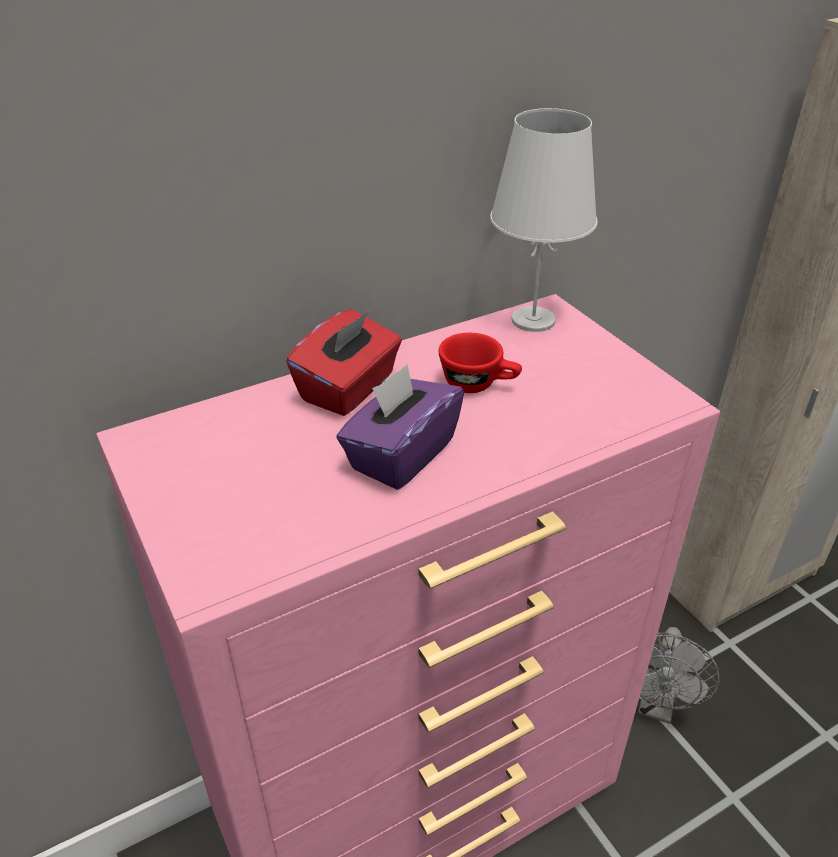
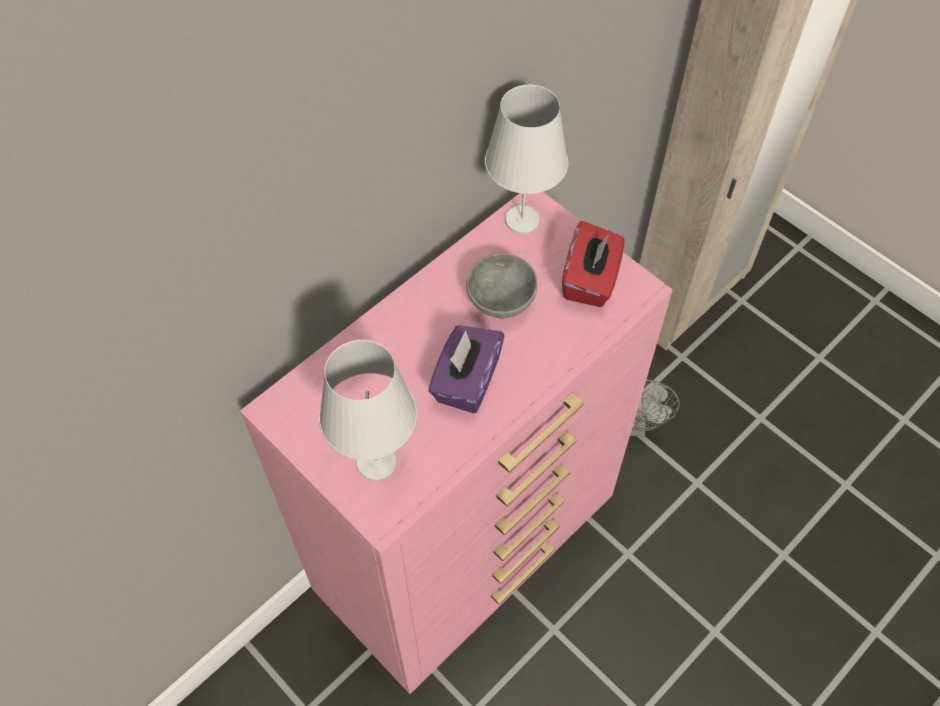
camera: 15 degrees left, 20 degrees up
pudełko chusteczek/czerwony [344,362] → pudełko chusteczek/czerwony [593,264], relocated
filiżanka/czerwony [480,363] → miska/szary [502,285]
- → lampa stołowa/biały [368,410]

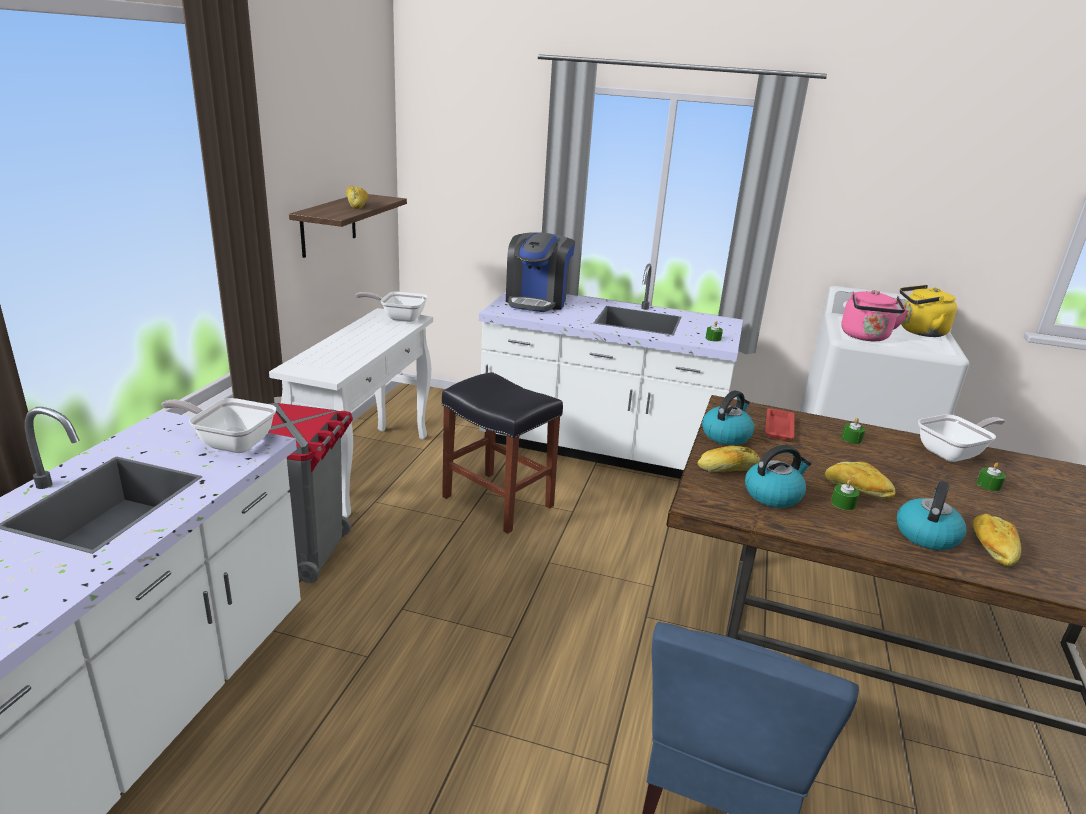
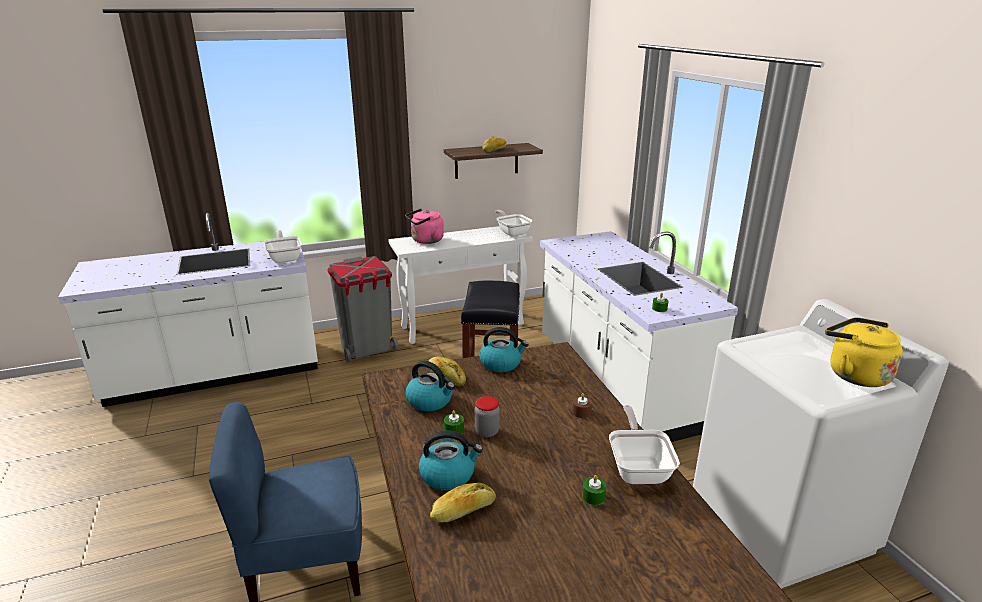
camera: 55 degrees right, 0 degrees up
ekspres do kawy [540,272] → -
taca/czerwony [780,424] → -
chleb [860,480] → słoik [487,417]
czajnik/różowy [875,315] → czajnik/różowy [424,226], relocated
świeca/zielony [853,431] → świeca/brązowy [582,405]
patelnia [961,438] → patelnia [644,444], 120 degrees counterclockwise

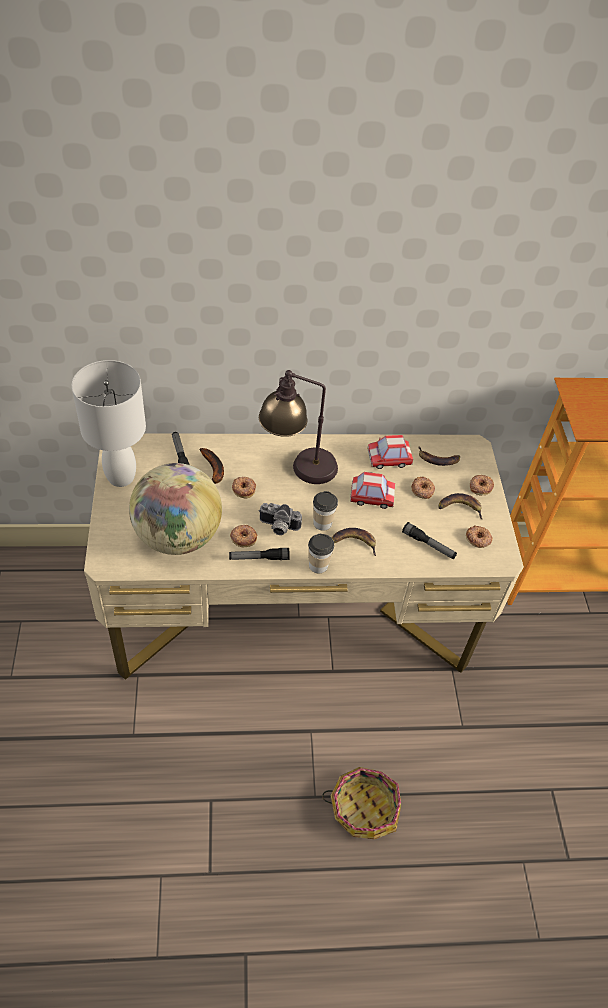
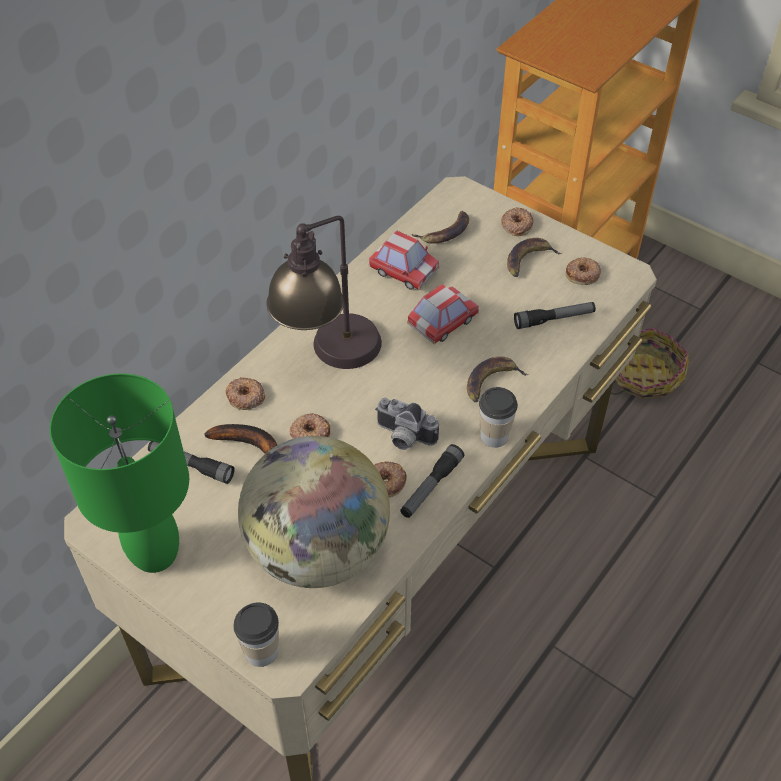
camera: 45 degrees left, 0 degrees up
lampa stołowa/biały [109,423] → lampa stołowa/zielony [119,473]
aparat fotograficzny [280,519] → aparat fotograficzny [407,424], 60 degrees clockwise
filiżanka [325,511] → filiżanka [256,635], relocated
koszyk [361,803] → koszyk [650,363], relocated
samochodzik [390,452] → samochodzik [404,260], 90 degrees counterclockwise
donut [423,488] → donut [245,393], relocated

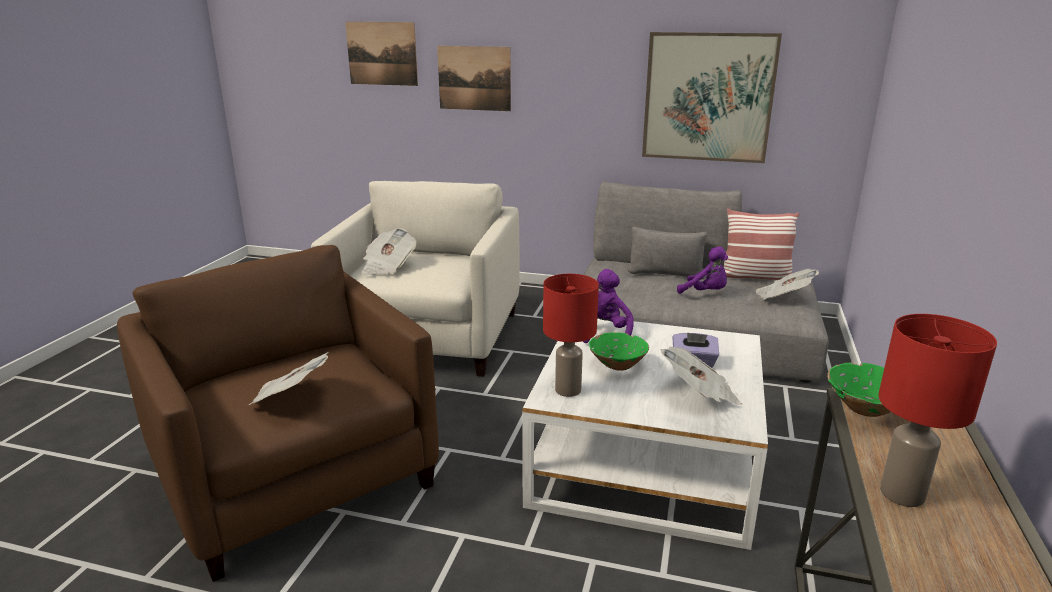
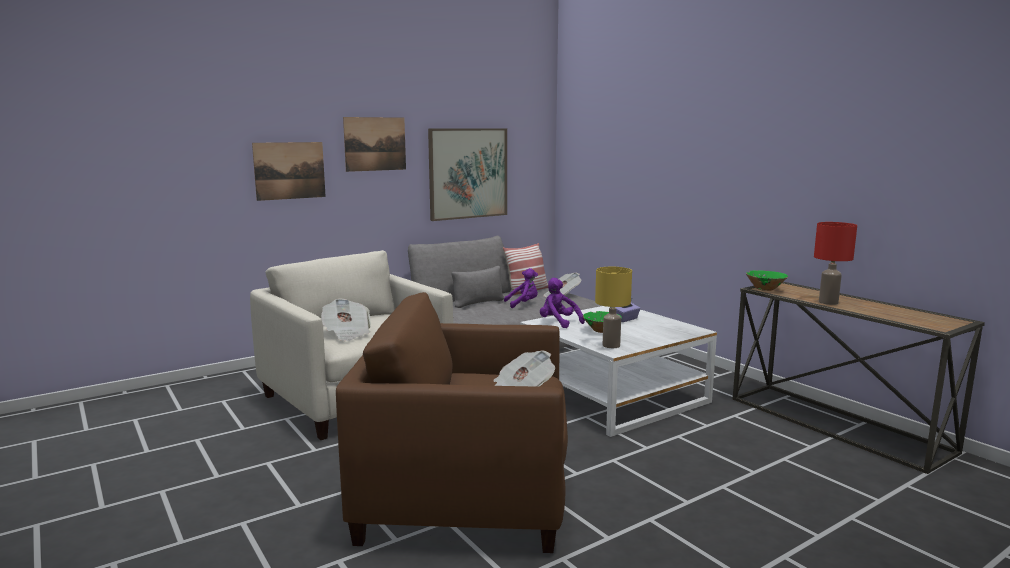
camera: 50 degrees left, 10 degrees down
obraz [381,54] → obraz [374,144], relocated
lampa stołowa/czerwony [571,335] → lampa stołowa/żółty [613,307]
gazeta [701,376] → -

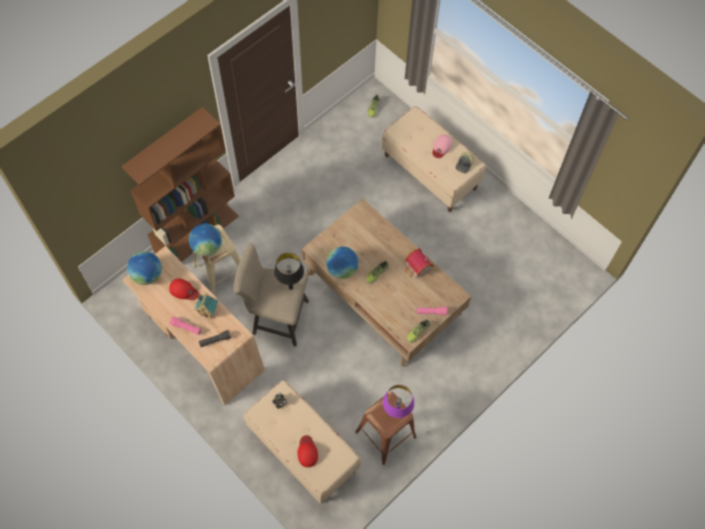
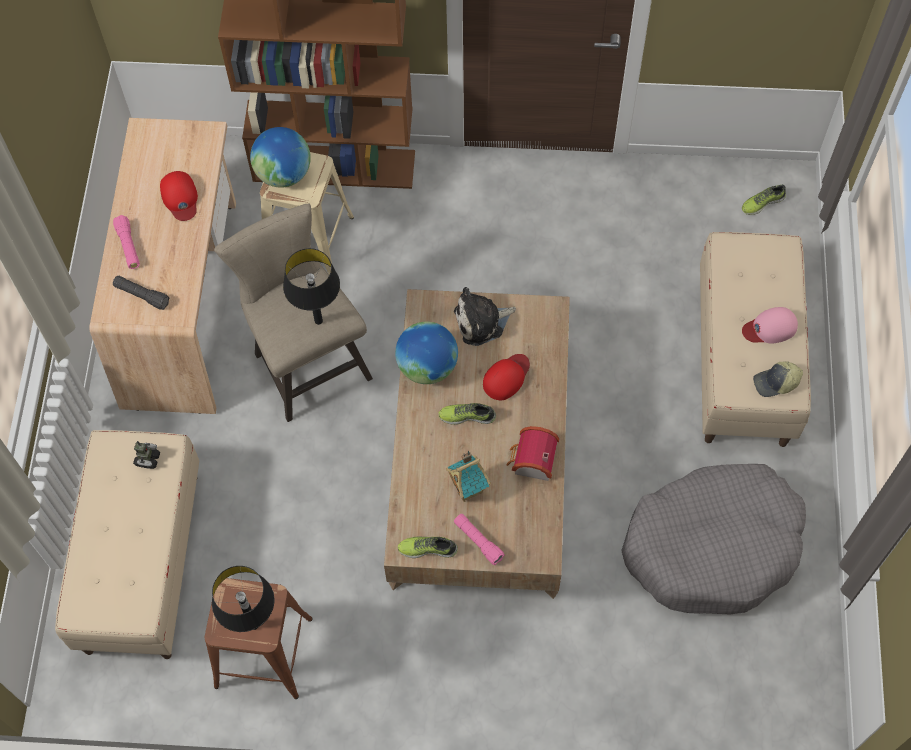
camera: 50 degrees right, 0 degrees up
globus [144,268] → -
domek [206,305] → domek [468,476], relocated
czapka z daszkiem/czerwony [307,451] → czapka z daszkiem/czerwony [506,377], relocated
lampa stołowa/fioletowy [398,401] → lampa stołowa/czarny [243,599]
- → pluszak [485,316]
- → legowisko/szary [713,539]

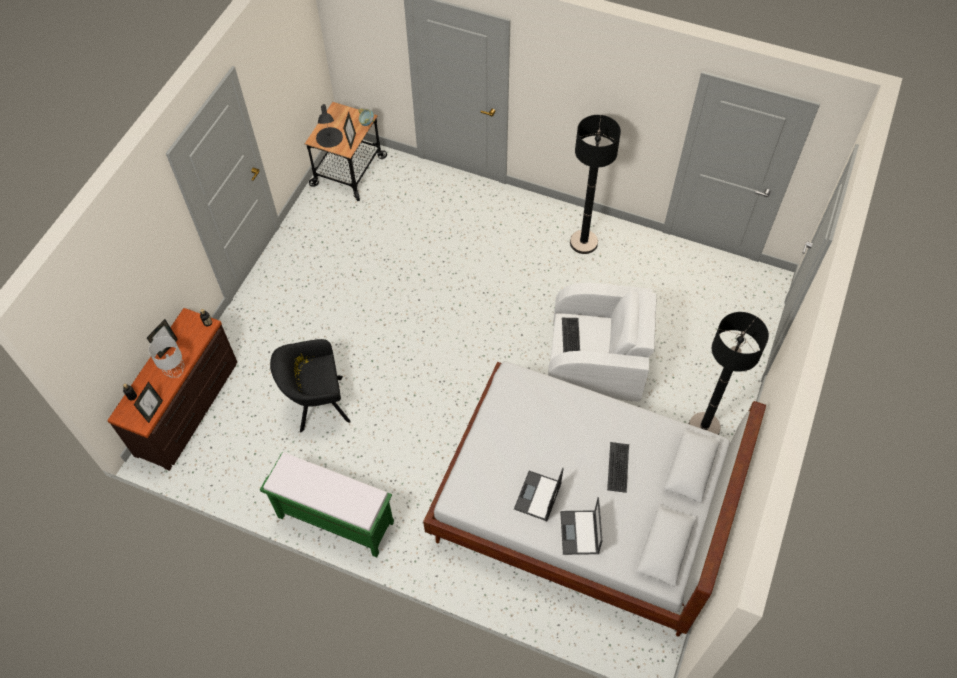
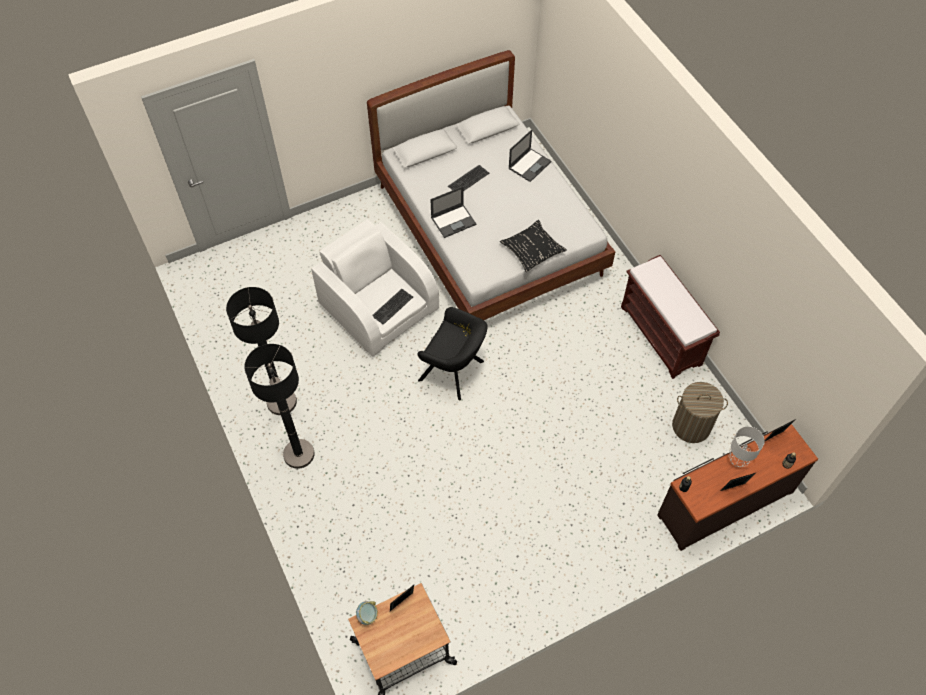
camera: 140 degrees left, 0 degrees up
ławka/zielony [327,504] → ławka/brązowy [670,317]
fotel/czarny [310,385] → fotel/czarny [452,353], relocated
lampa stołowa/czarny [329,126] → -
laptop [538,494] → laptop [453,212], relocated
lampa stojąca/czarny [729,373] → lampa stojąca/czarny [280,406], relocated
- → poduszka/czarny [533,246]
- → kosz na pranie [700,412]

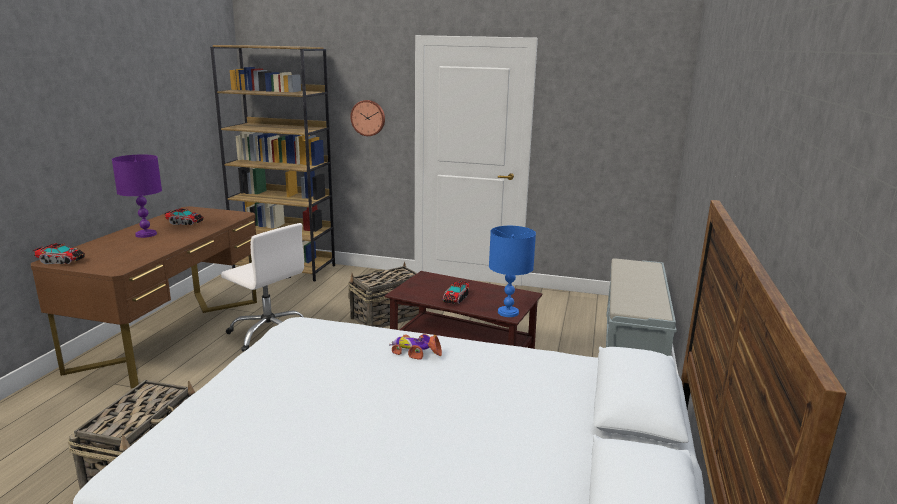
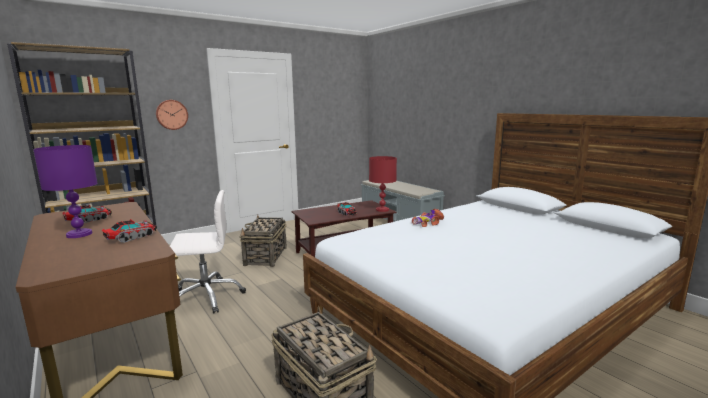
camera: 50 degrees left, 5 degrees down
ciężarówka zabawkowa [59,253] → ciężarówka zabawkowa [129,231], relocated
lampa stołowa/niebieski [512,271] → lampa stołowa/czerwony [383,184]

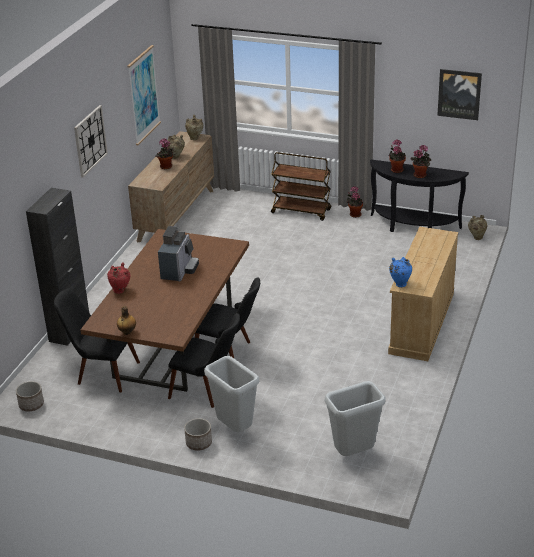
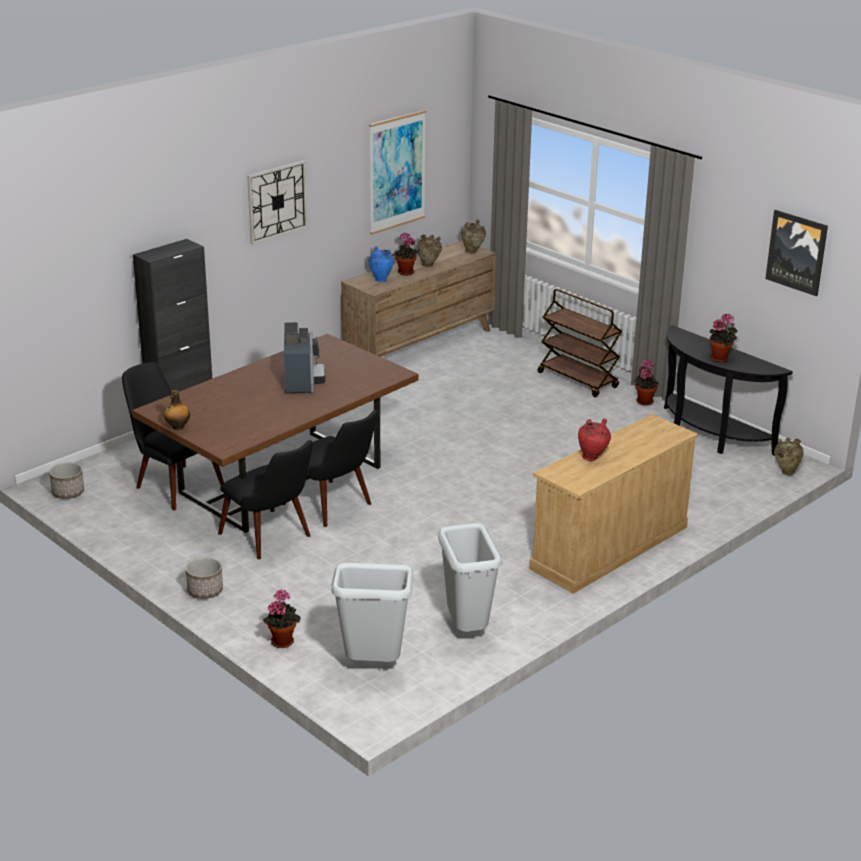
camera: 25 degrees right, 5 degrees down
wazon/czerwony [118,278] → wazon/czerwony [594,439], relocated
ekspres do kawy [178,254] → ekspres do kawy [304,357], 45 degrees counterclockwise
kosz na śmieci/szary [231,394] → kosz na śmieci/szary [470,577], relocated
roślina doniczkowa [397,156] → roślina doniczkowa [282,618], relocated
wazon/niebieski [400,272] → wazon/niebieski [381,264], relocated

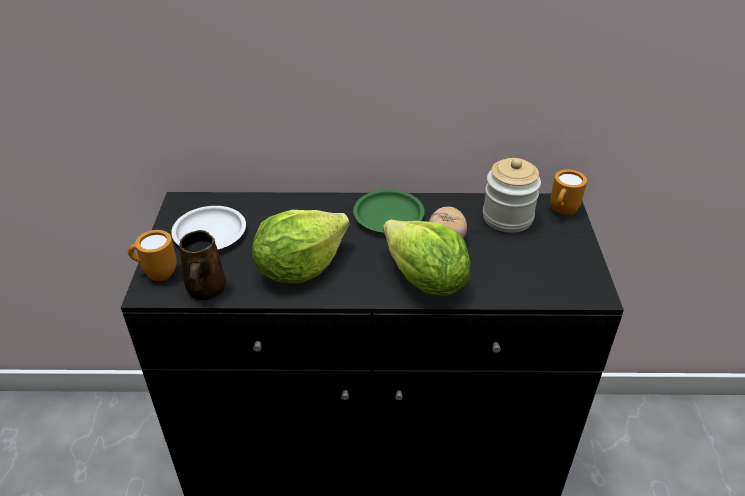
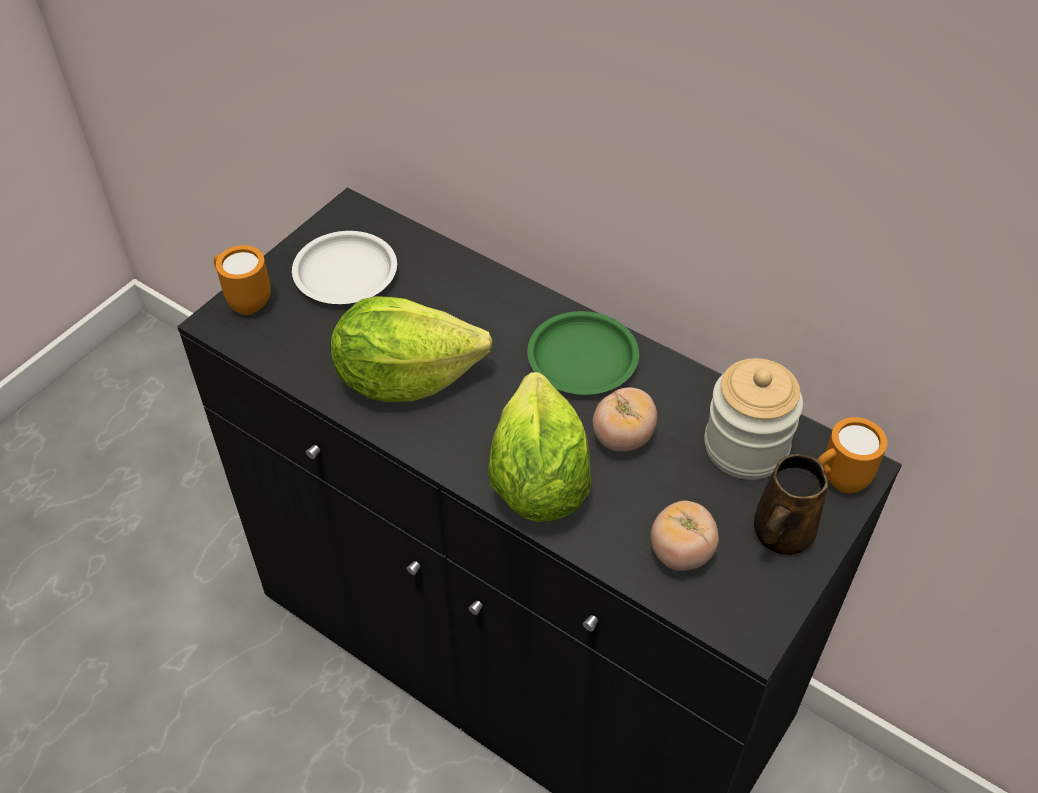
camera: 35 degrees right, 10 degrees up
kubek/brązowy [203,265] → kubek/brązowy [791,504], relocated
- → pomidor [685,536]

